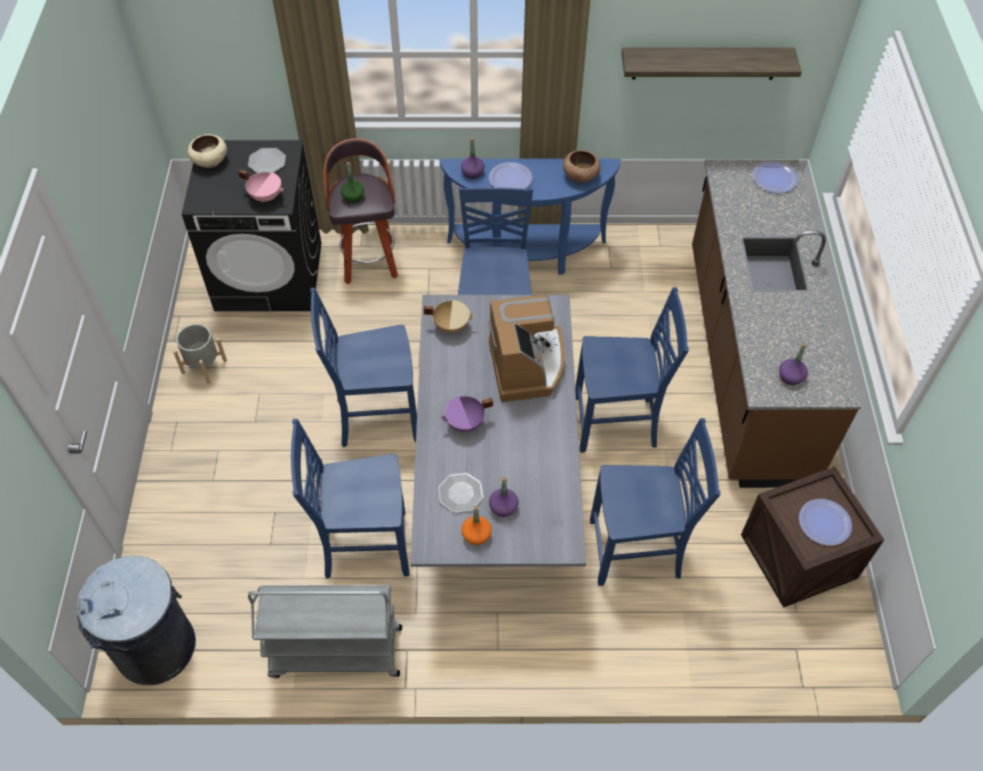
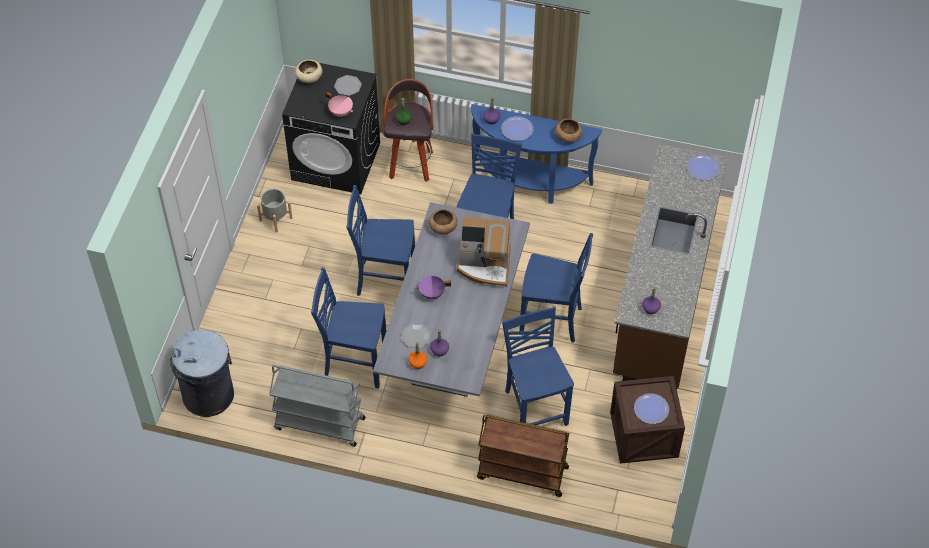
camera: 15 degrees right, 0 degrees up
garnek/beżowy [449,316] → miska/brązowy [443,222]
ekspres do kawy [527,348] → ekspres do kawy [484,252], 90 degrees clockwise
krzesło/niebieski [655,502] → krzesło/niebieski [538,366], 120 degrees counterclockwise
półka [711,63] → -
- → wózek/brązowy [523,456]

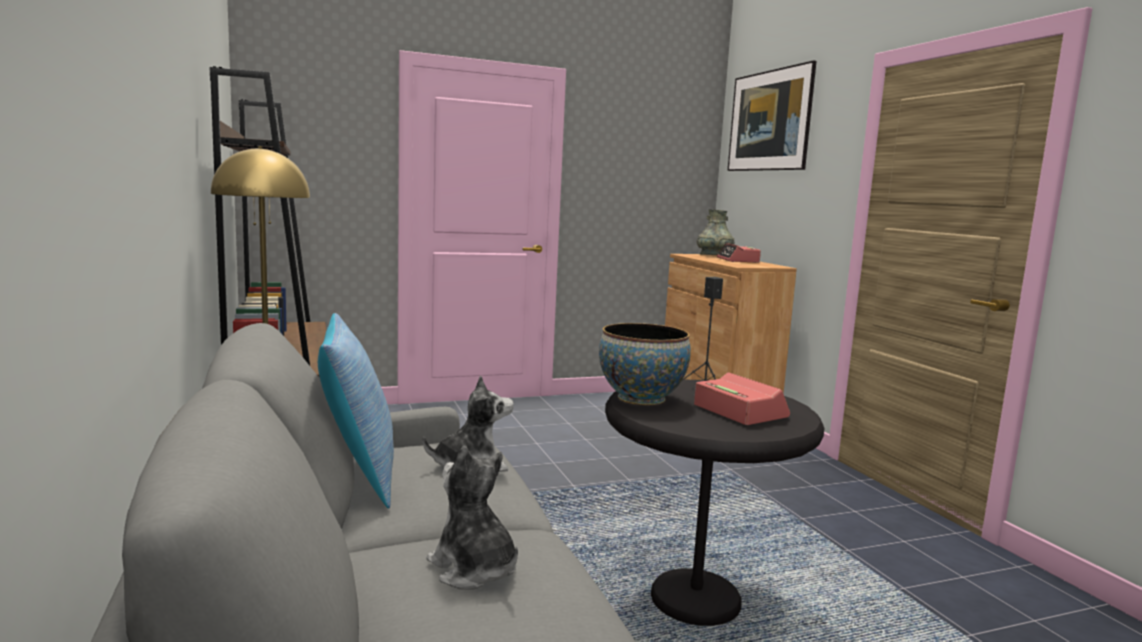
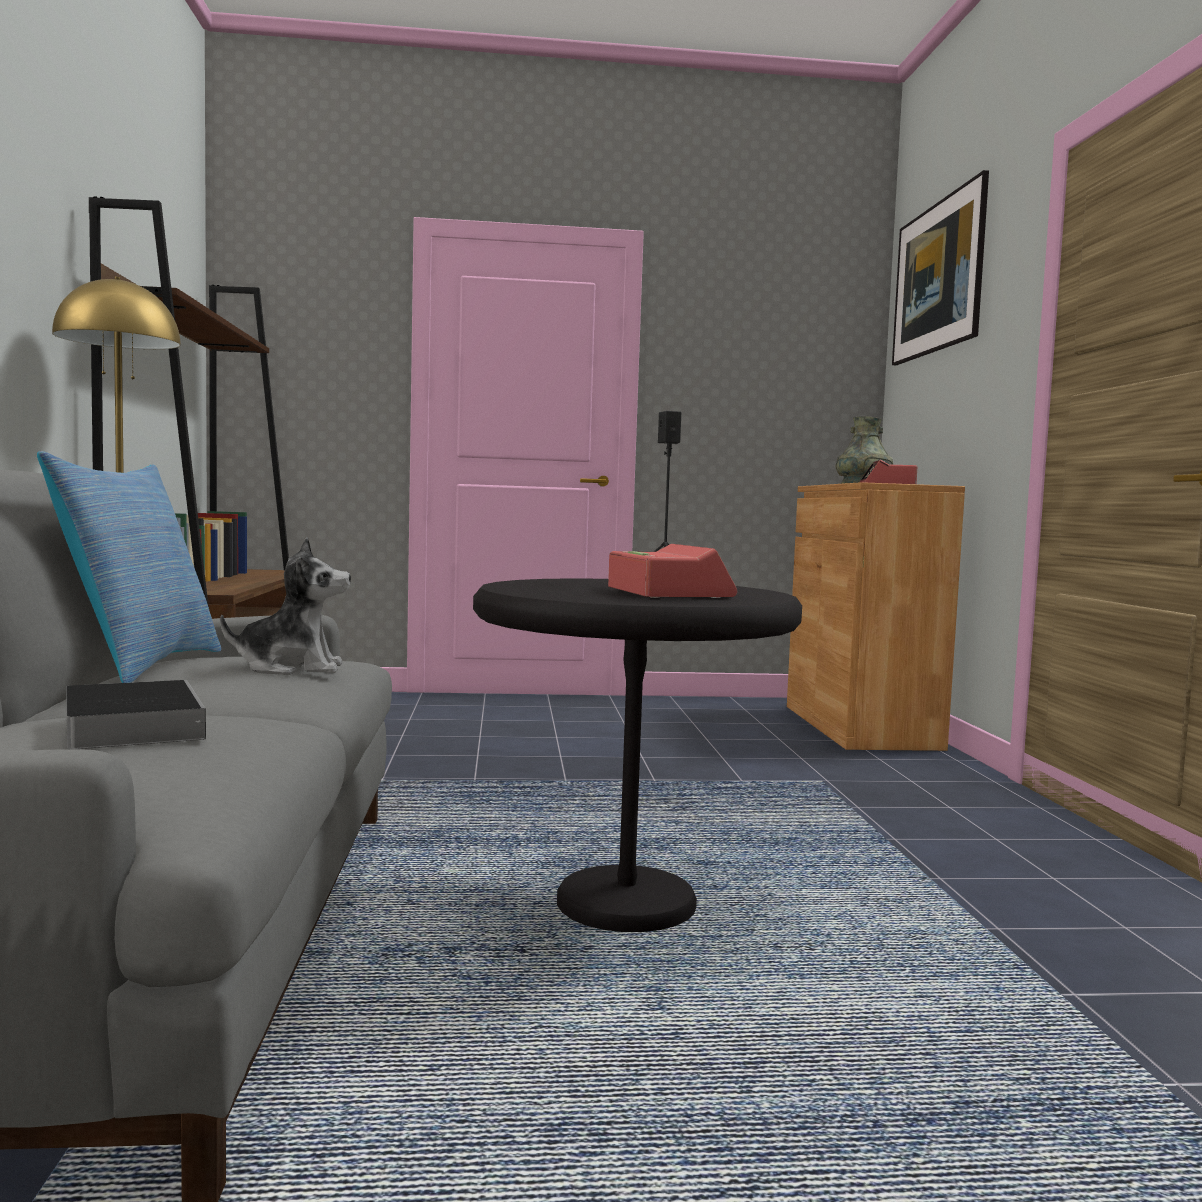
camera: 15 degrees right, 5 degrees down
pluszak [472,518] → książka [136,714]
miska [645,364] → -

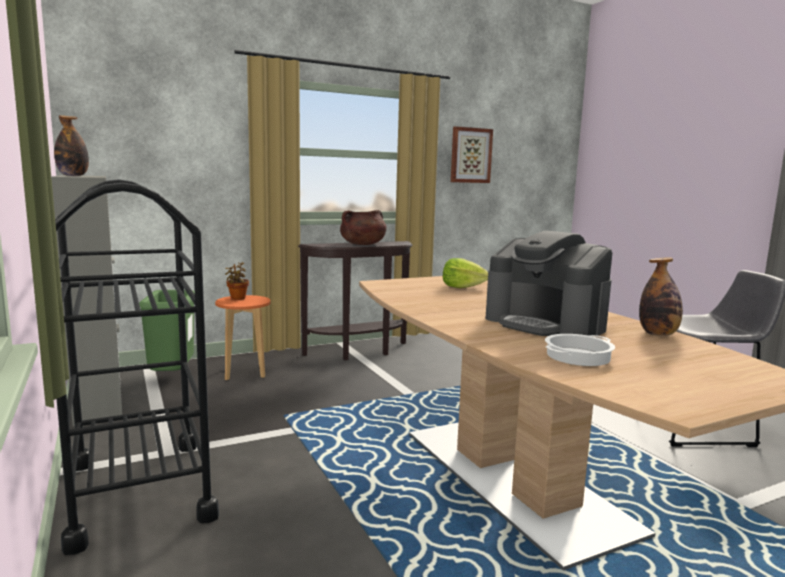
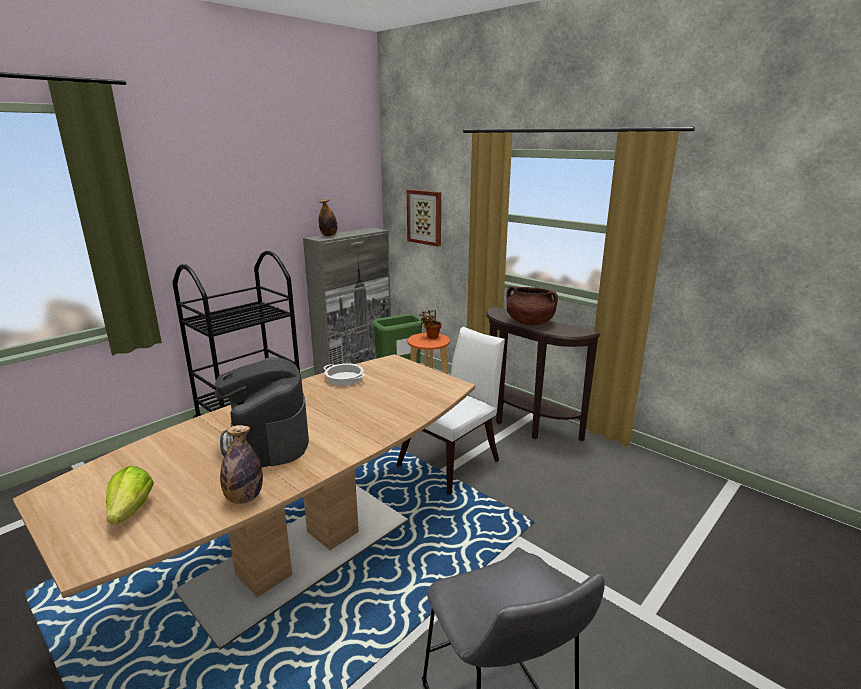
camera: 70 degrees right, 10 degrees up
sałata [465,273] → sałata [130,495], relocated
obraz [472,154] → obraz [424,218], relocated
ekspres do kawy [548,283] → ekspres do kawy [262,412], 45 degrees counterclockwise
garnek [580,350] → garnek [344,374], relocated
- → krzesło/biały [450,411]

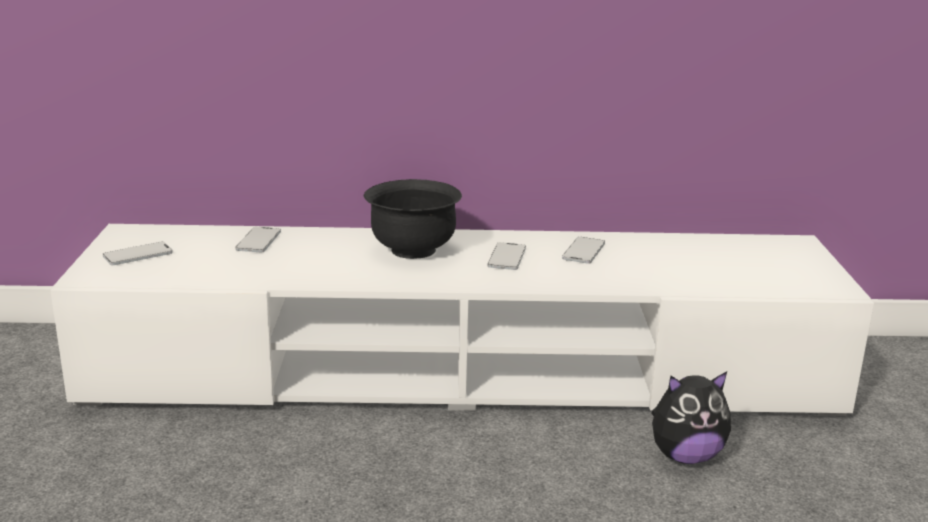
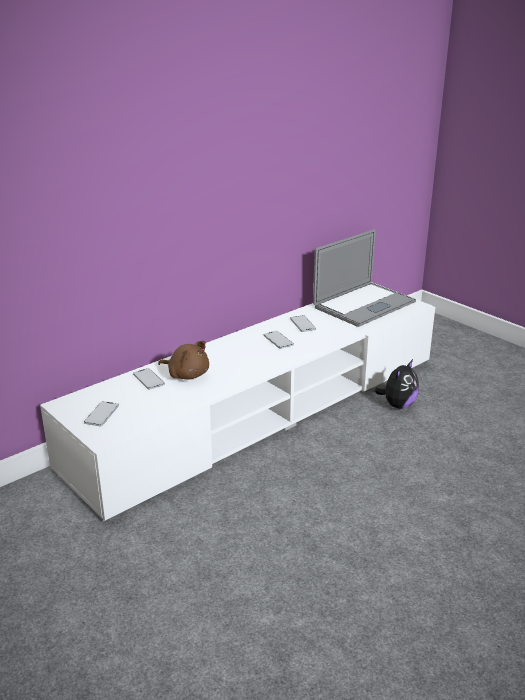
camera: 40 degrees left, 5 degrees up
miska/czarny [413,219] → -
- → pluszak/brązowy [183,360]
- → laptop [364,278]

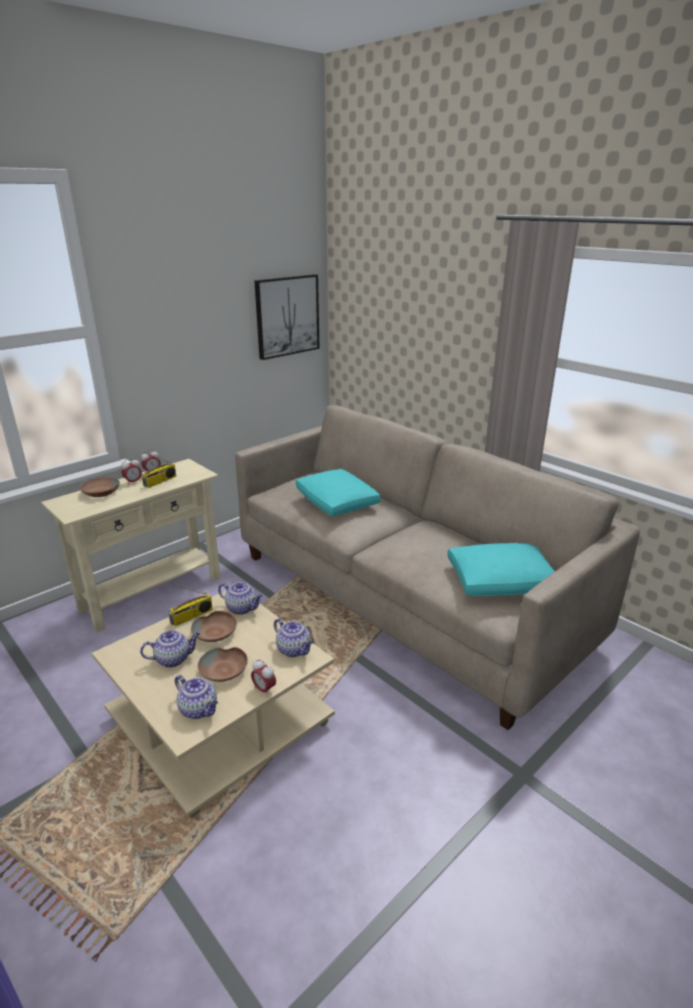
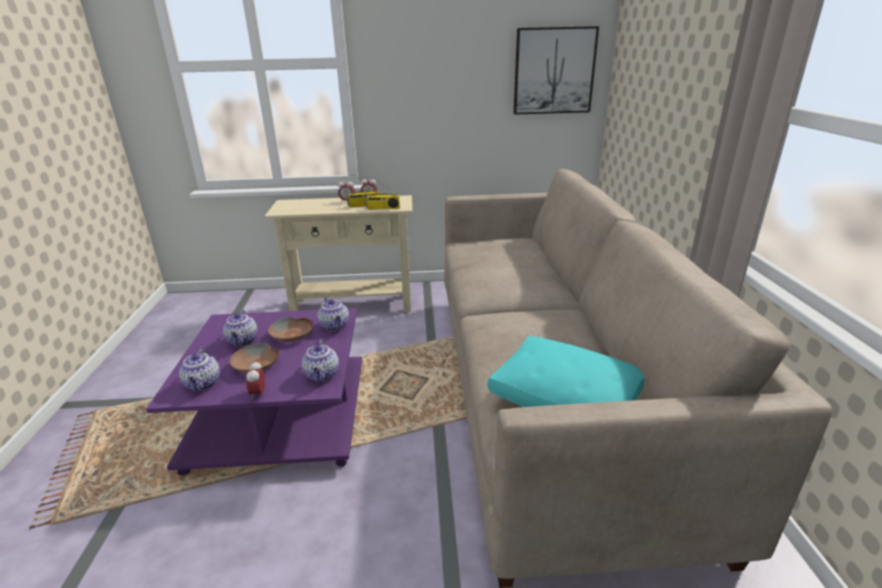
camera: 40 degrees right, 0 degrees up
miska/brązowy [100,487] → -
ława/beżowy [213,704] → ława/fioletowy [254,391]
imbryk [170,648] → imbryk [240,327], 60 degrees clockwise
radio [191,606] → radio [382,193], relocated
poduszka/turkusowy [338,492] → -

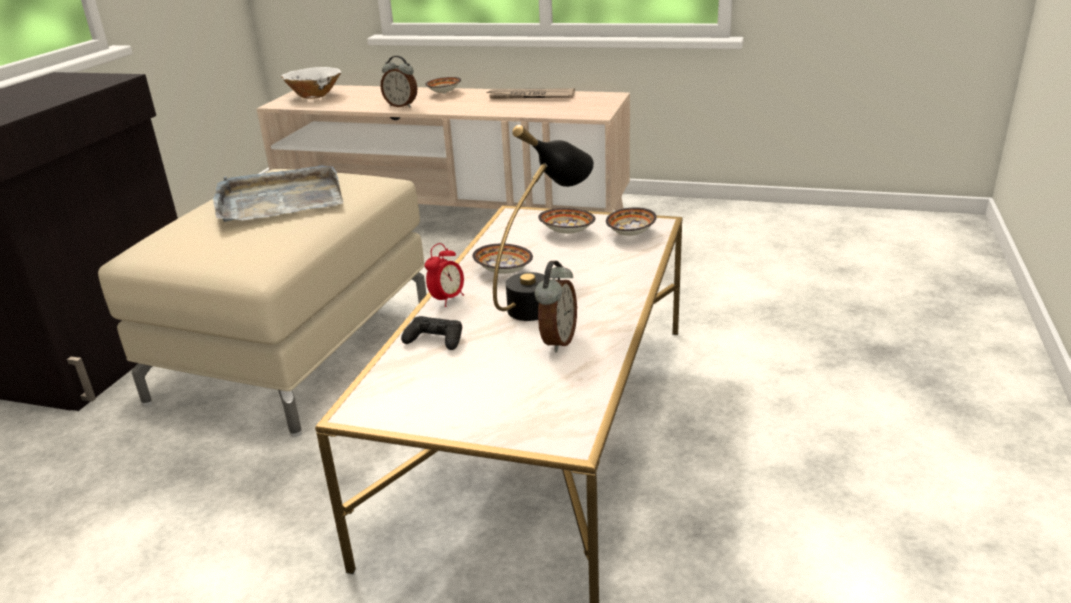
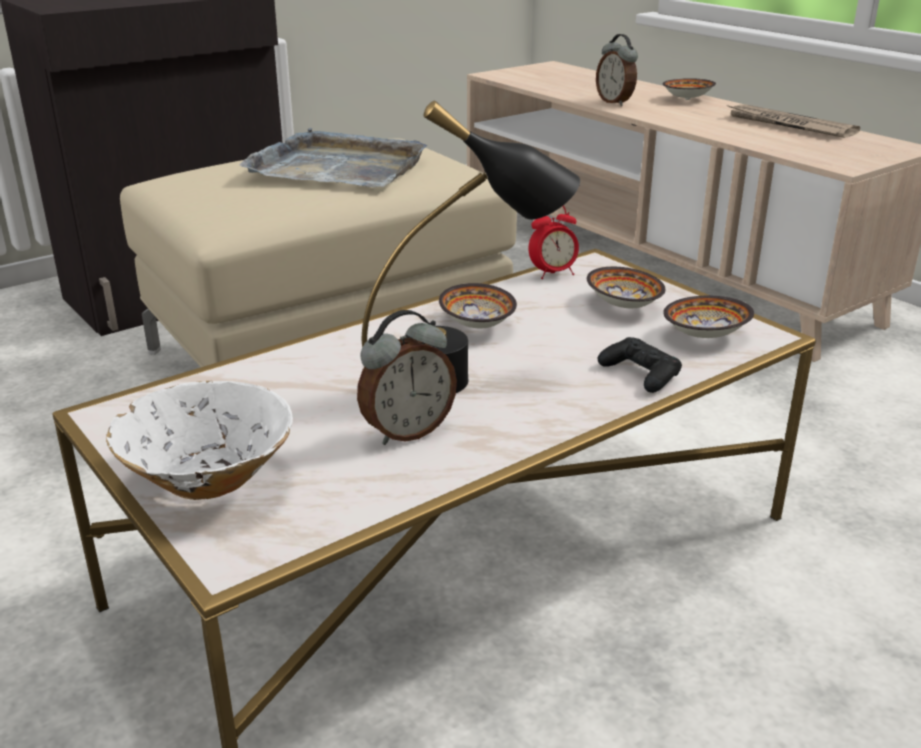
camera: 35 degrees right, 0 degrees up
miska/biały [311,83] → miska/biały [199,440], relocated
pad do gier/czarny [431,333] → pad do gier/czarny [640,365], relocated
budzik [444,275] → budzik [554,242], relocated

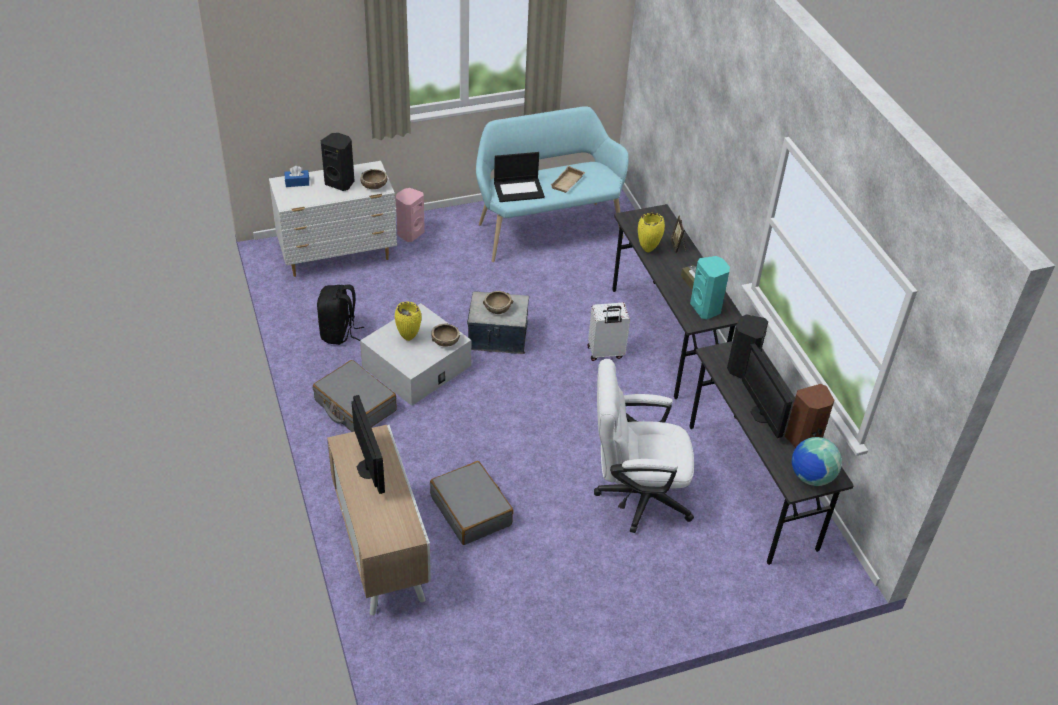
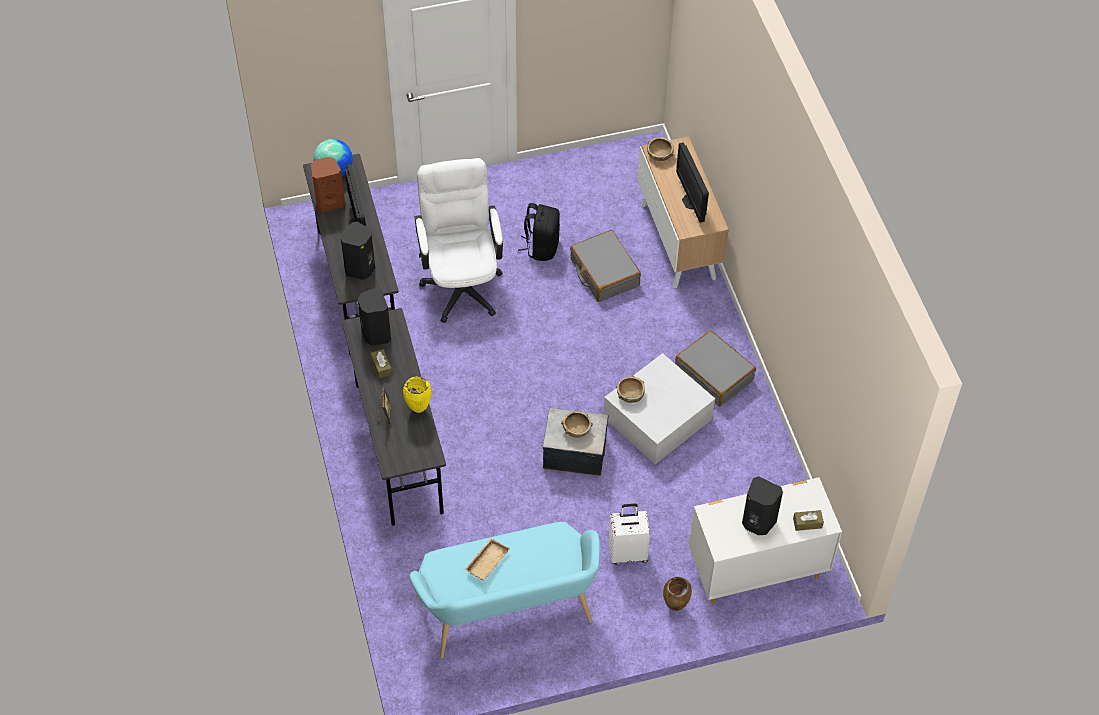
camera: 175 degrees left, 10 degrees up
pudełko chusteczek/niebieski [297,176] → pudełko chusteczek/brązowy [808,520]
plecak/czarny [340,314] → plecak/czarny [539,232], relocated
miska/brązowy [373,179] → miska/brązowy [660,149], relocated
wazon/żółty [408,321] → -
głośnik/różowy [410,215] → wazon/brązowy [677,594]
laptop [519,177] → -
walizka/biały [608,332] → walizka/biały [629,534], relocated
krzesło biurowe/biały [644,446] → krzesło biurowe/biały [458,240], 105 degrees counterclockwise
głośnik/turkusowy [710,288] → głośnik/czarny [374,316]

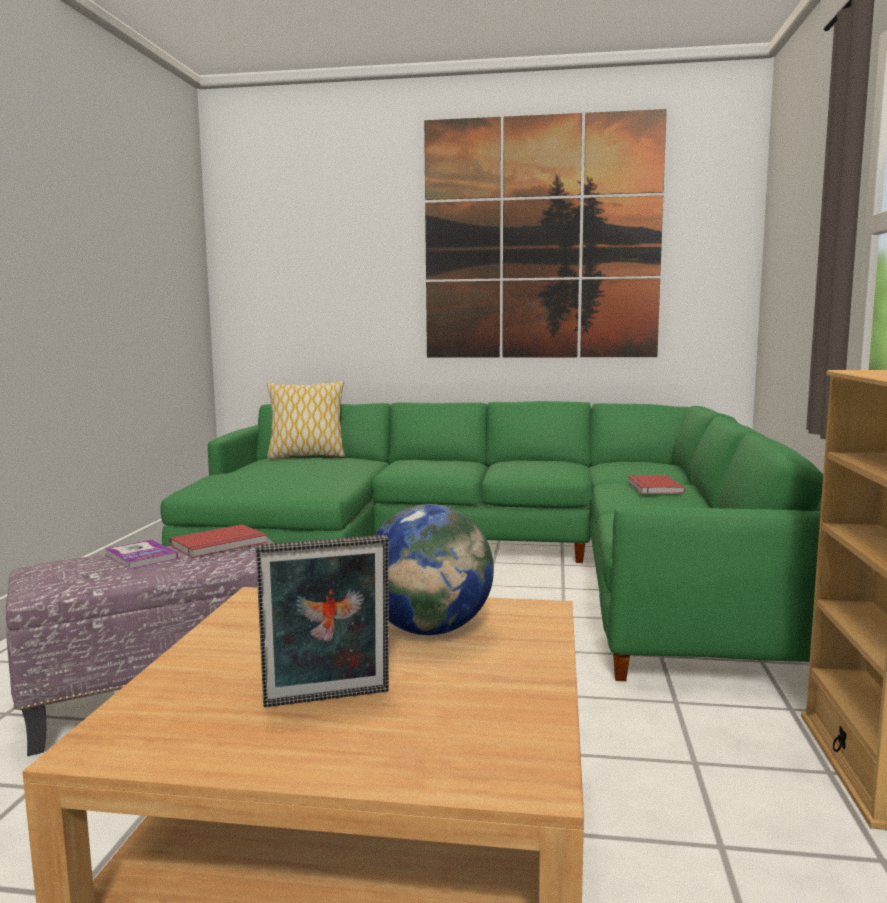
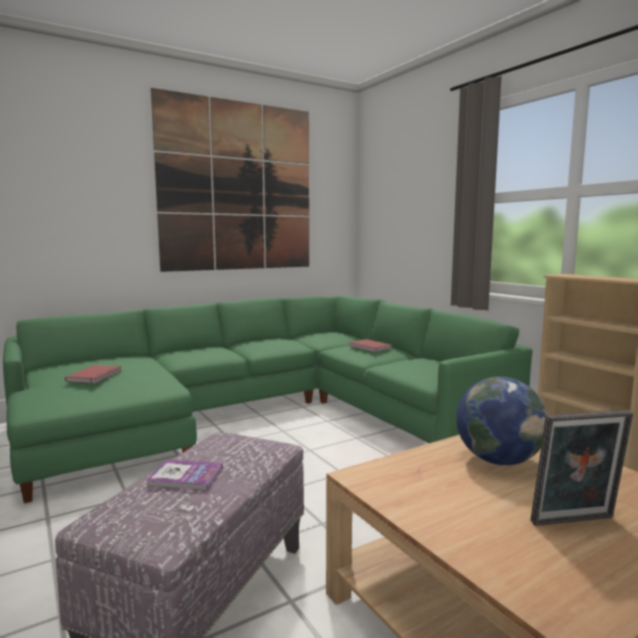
camera: 40 degrees left, 0 degrees up
książka/czerwony [218,541] → książka/czerwony [93,374], relocated
ramka na zdjęcie [322,621] → ramka na zdjęcie [582,468], 45 degrees clockwise
poduszka [306,420] → -

